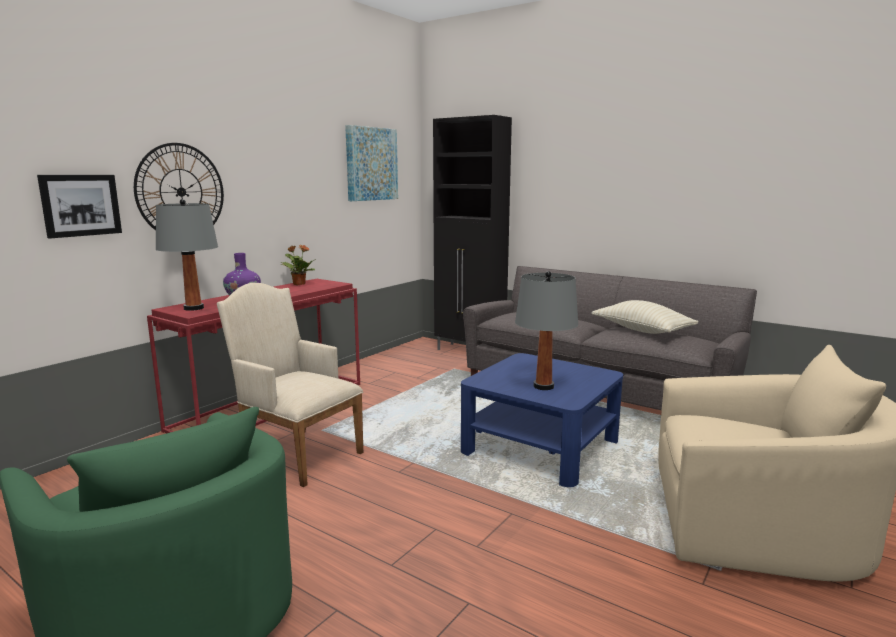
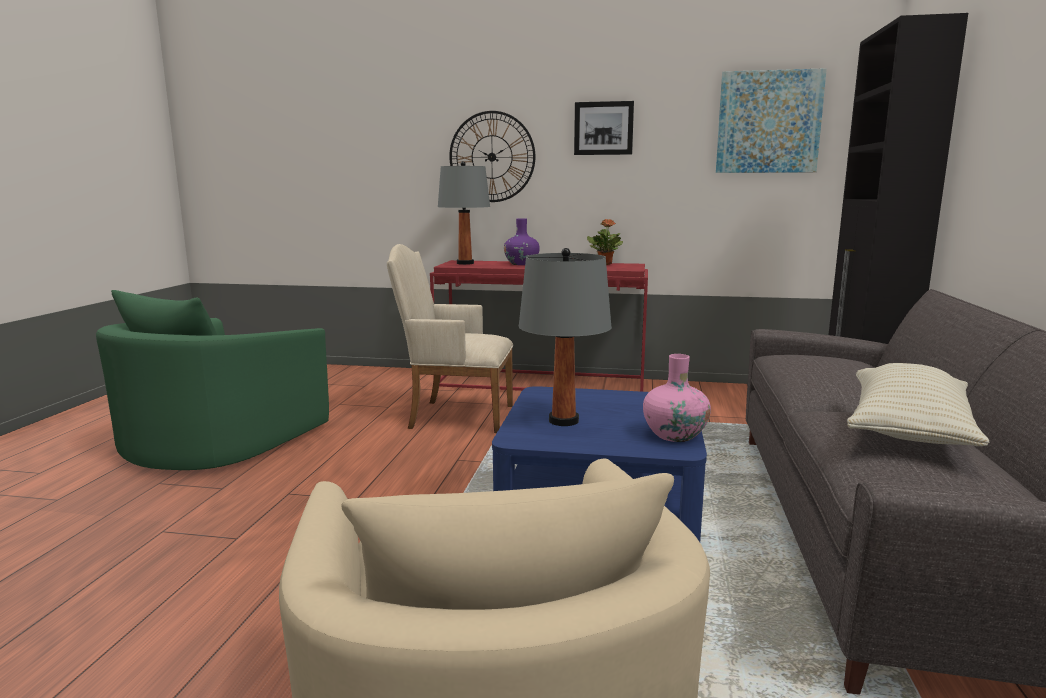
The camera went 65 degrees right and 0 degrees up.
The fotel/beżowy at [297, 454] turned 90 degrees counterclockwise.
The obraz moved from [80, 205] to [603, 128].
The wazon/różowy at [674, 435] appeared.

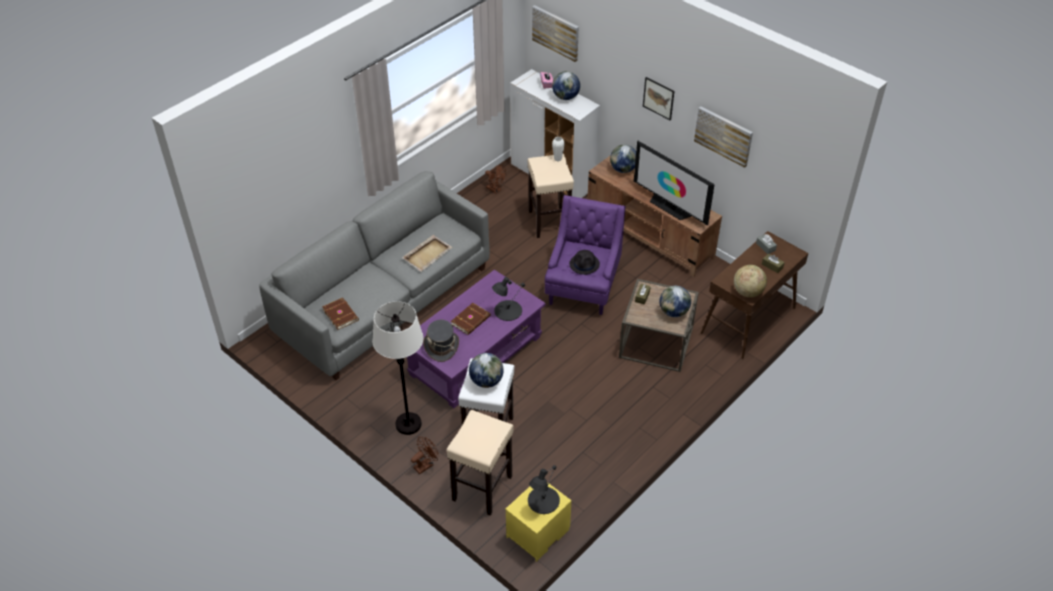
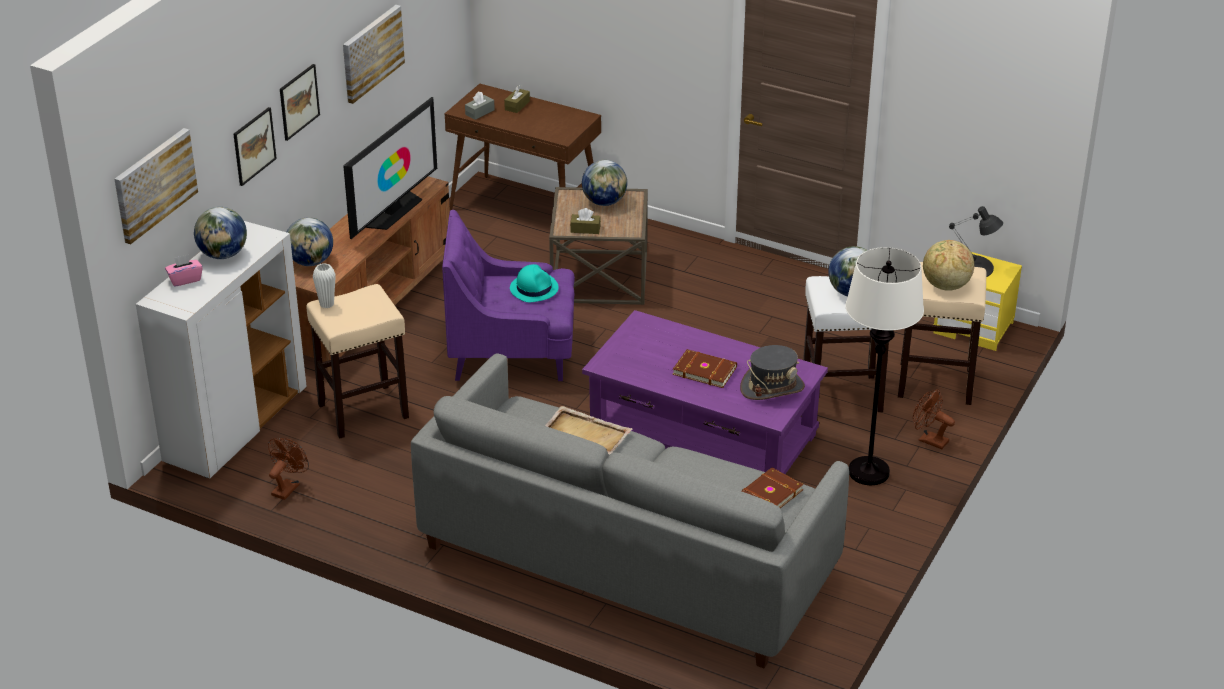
The camera went 105 degrees left and 10 degrees down.
The obraz at [254, 146] appeared.
The kapelusz/czarny at [584, 264] became the kapelusz/turkusowy at [534, 288].
The globus moved from [747, 292] to [945, 286].
The lampa stołowa/czarny at [507, 310] disappeared.

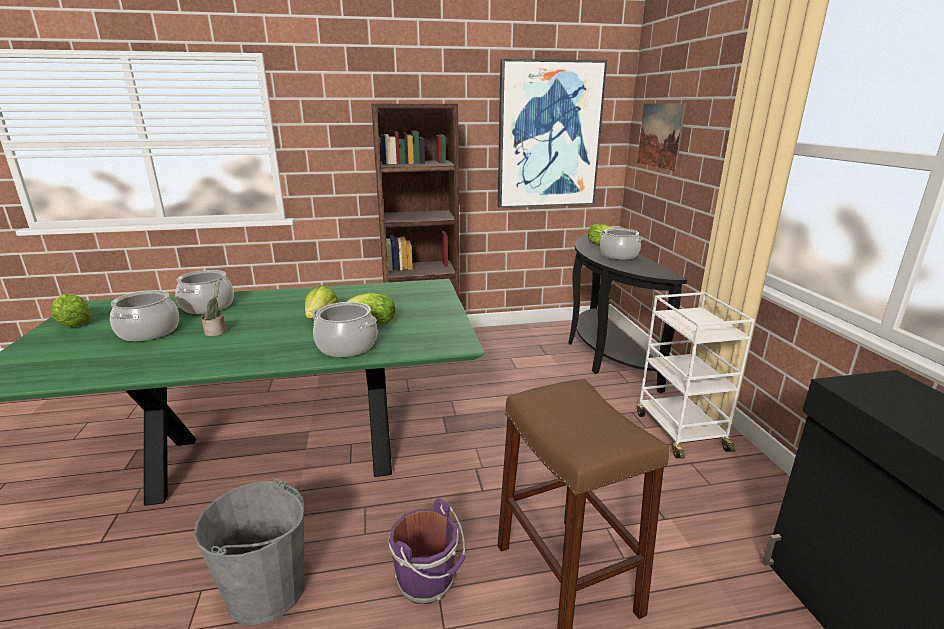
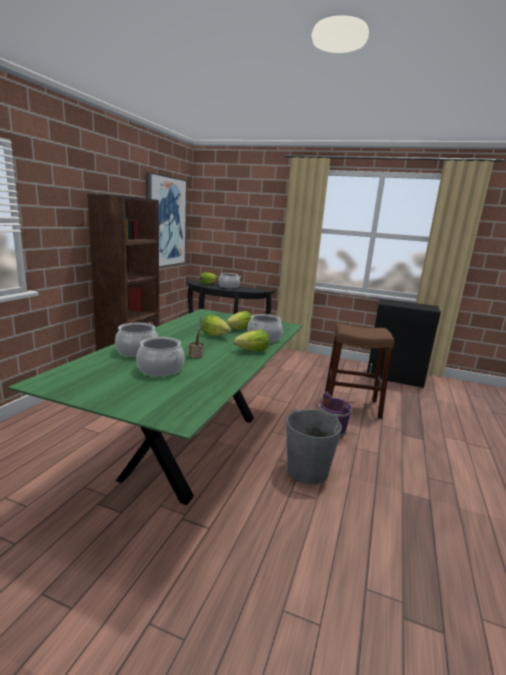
The camera went 60 degrees left and 5 degrees down.
The sałata moved from [73, 323] to [253, 351].
The obraz at [660, 135] disappeared.
The wózek/biały at [679, 431] disappeared.

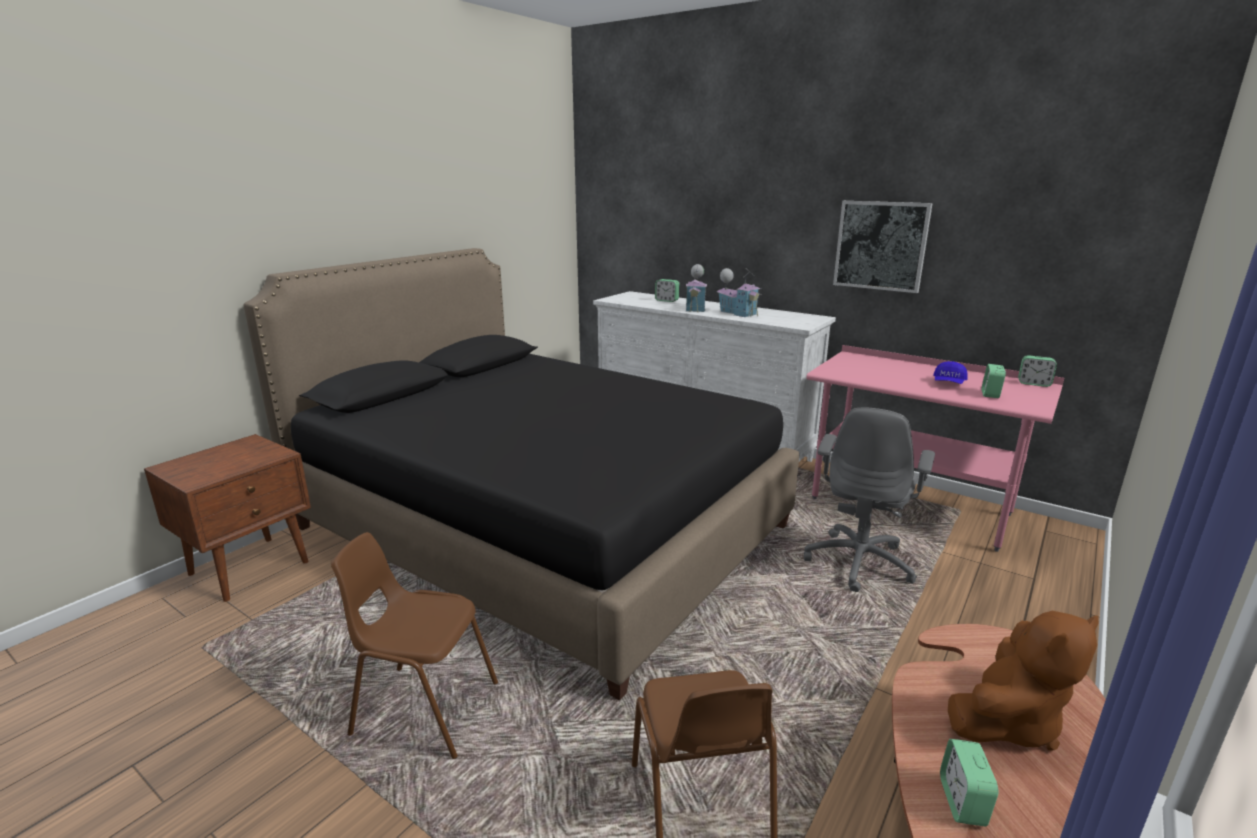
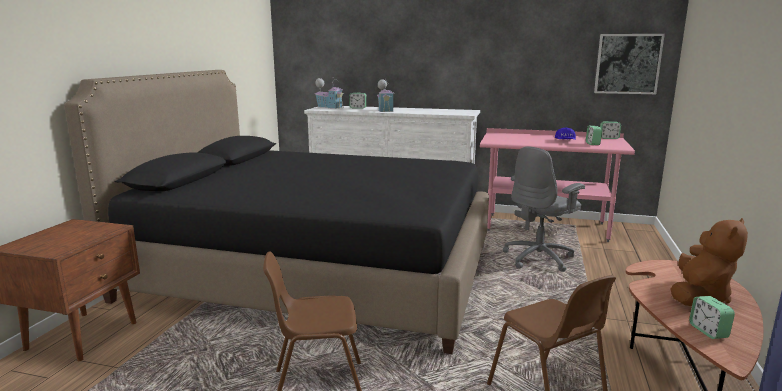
The camera went 20 degrees left and 5 degrees down.
The domek moved from [738, 313] to [330, 107].
The krzesło biurowe/szary at [859, 562] turned 45 degrees clockwise.
The obraz moved from [881, 245] to [627, 64].

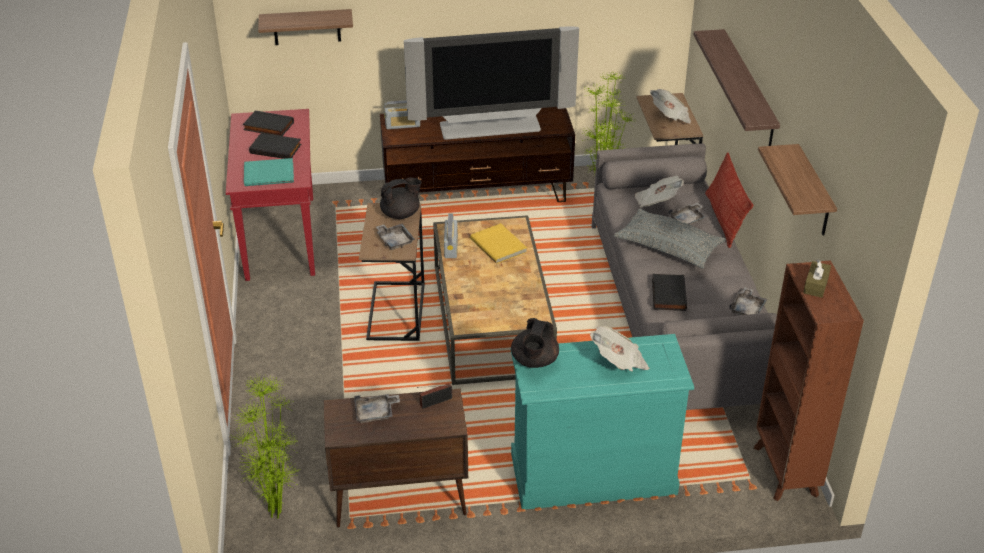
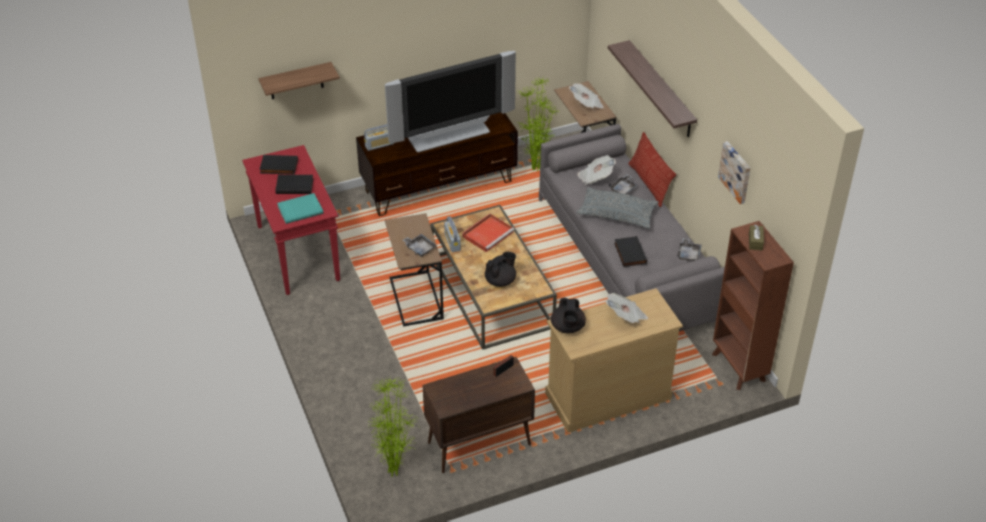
The camera went 15 degrees left and 5 degrees up.
The książka/żółty at [499, 245] was replaced by the taca/czerwony at [488, 234].
The imbryk/czarny moved from [401, 214] to [500, 281].
The komoda/turkusowy at [592, 473] became the komoda/beżowy at [607, 396].
The półka at [814, 193] was replaced by the obraz at [736, 171].
The taca/szary at [375, 413] disappeared.

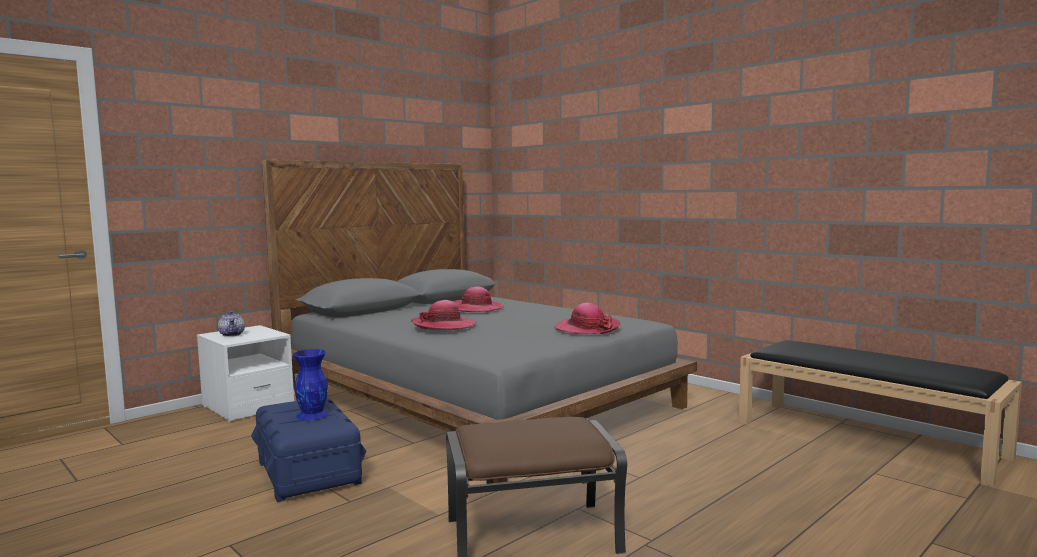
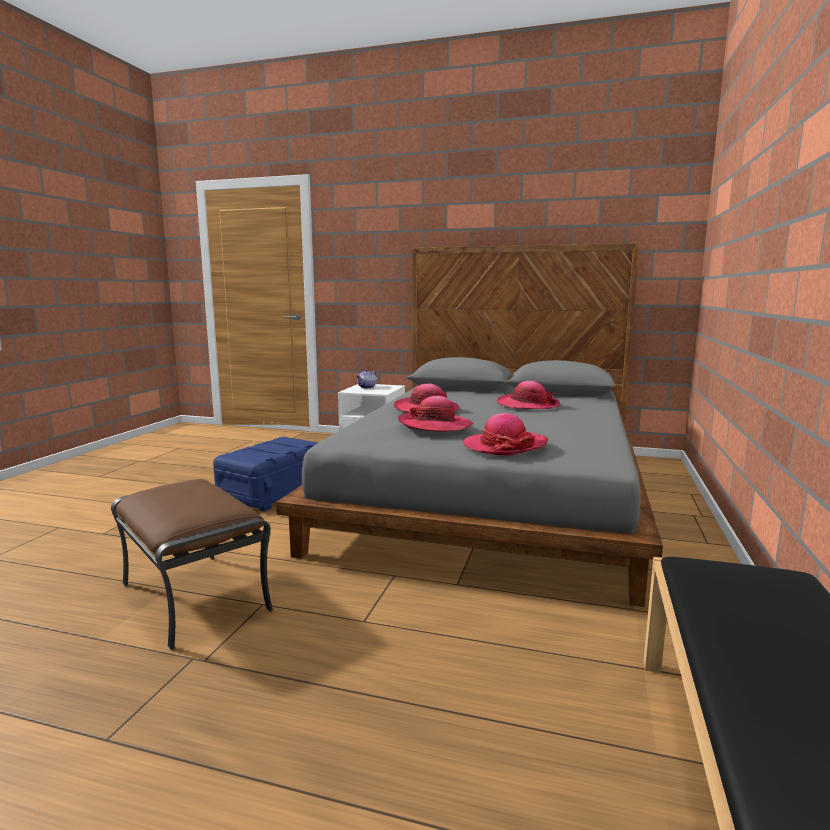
The camera went 60 degrees right and 5 degrees up.
The kapelusz at [435, 425] appeared.
The wazon/niebieski at [313, 414] disappeared.

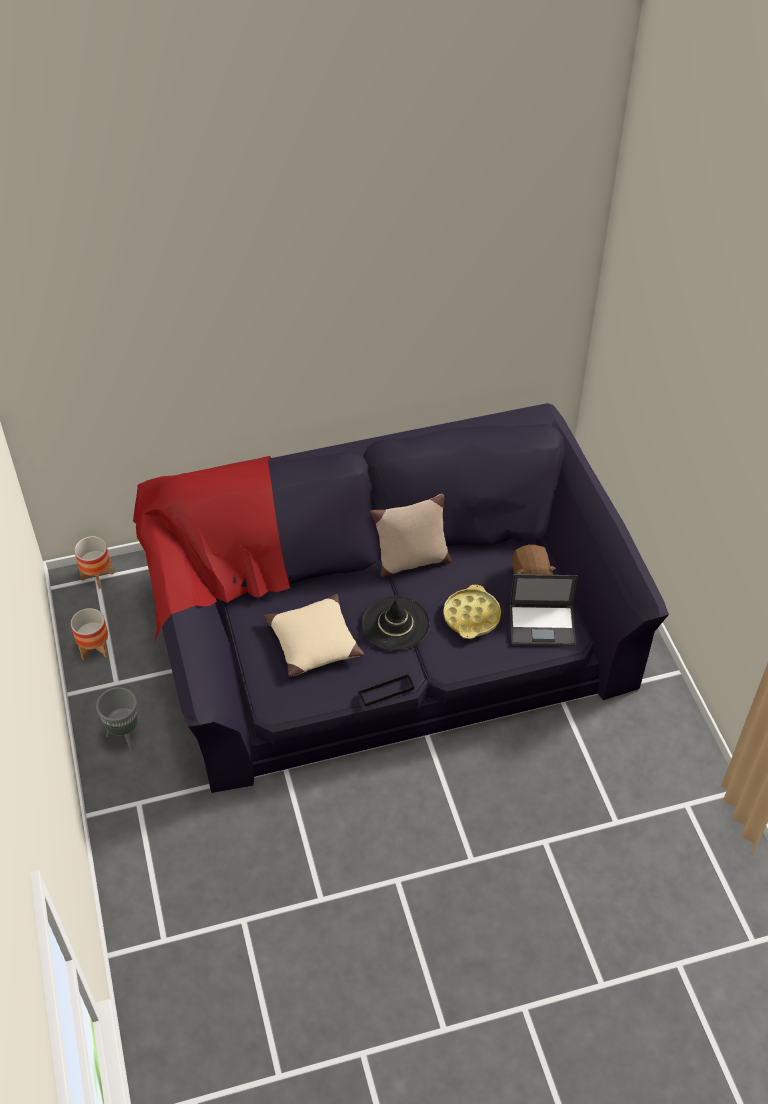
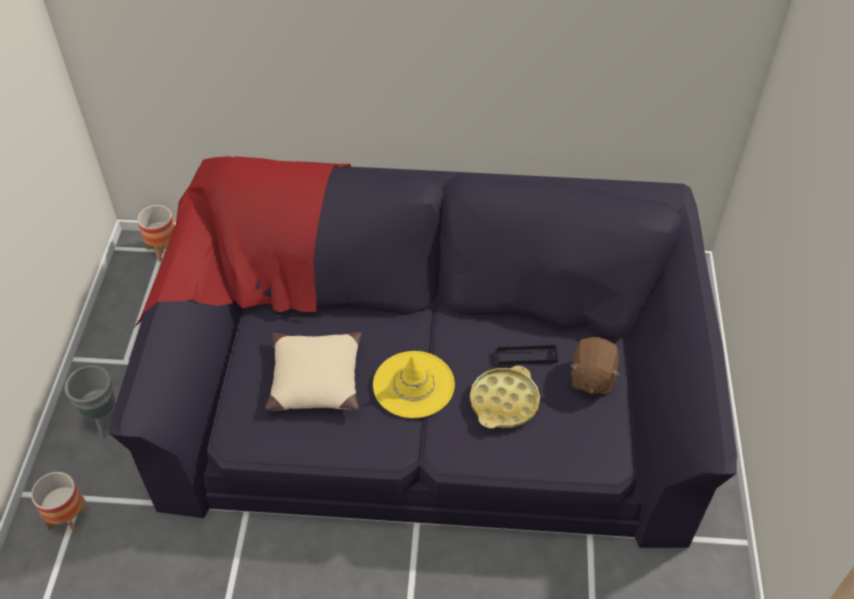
The camera went 20 degrees right and 0 degrees up.
The donica moved from [95, 648] to [69, 518].
The kapelusz/czarny at [395, 623] became the kapelusz/żółty at [413, 385].
The taca/czarny moved from [386, 691] to [526, 356].
The poduszka/beżowy at [411, 561] disappeared.
The laptop at [543, 625] disappeared.

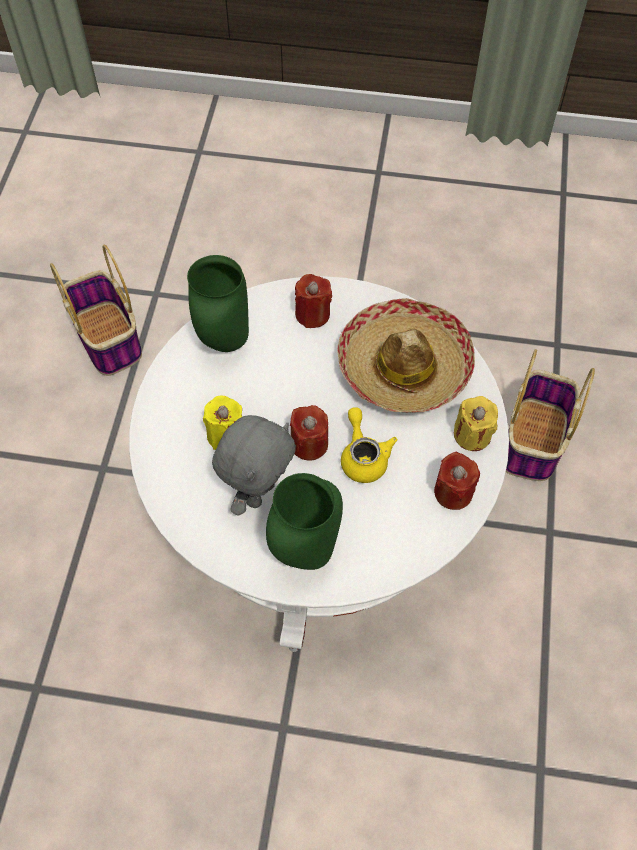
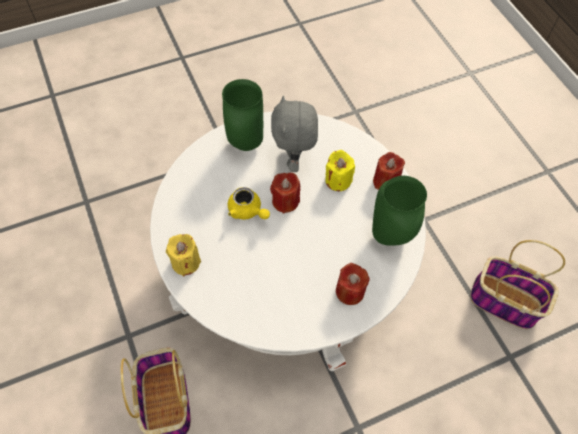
The camera went 145 degrees right and 0 degrees up.
The świeca/czerwony moved from [453, 492] to [385, 181].
The kapelusz at [404, 367] disappeared.

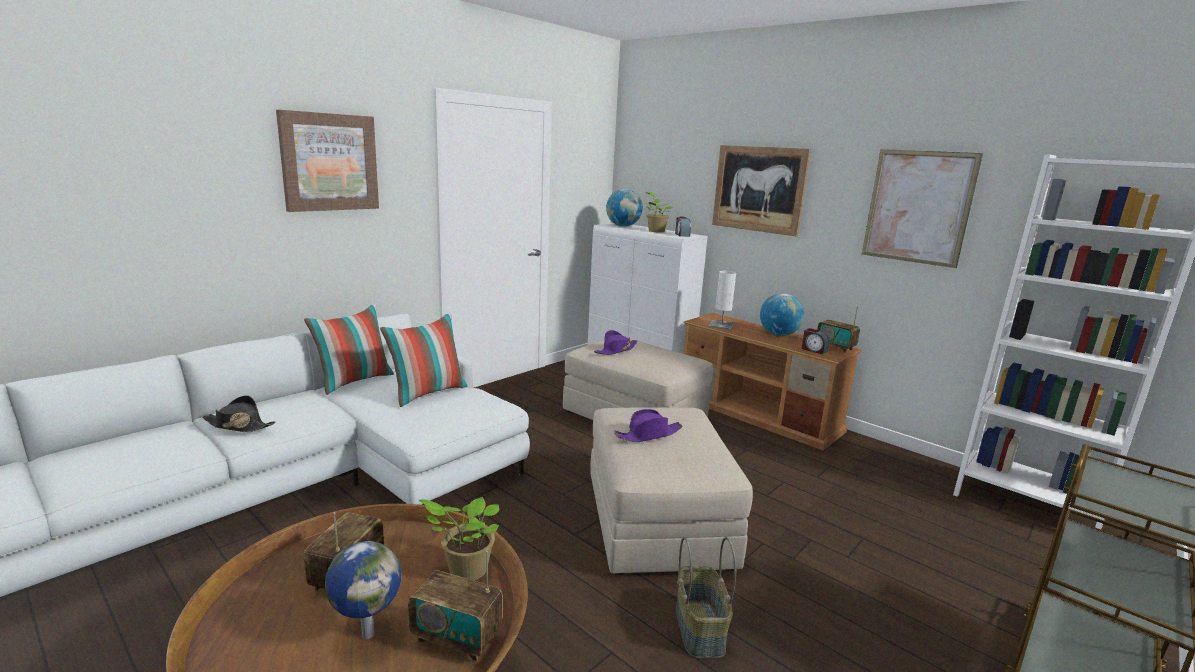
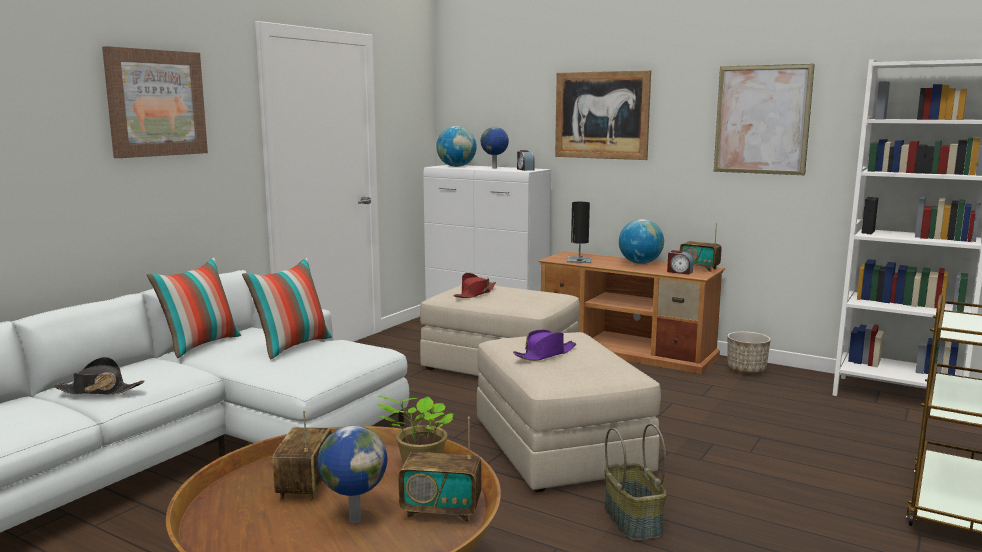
The camera went 10 degrees left and 5 degrees down.
The kapelusz/fioletowy at [616, 350] became the kapelusz/czerwony at [475, 294].
The roślina doniczkowa at [655, 231] was replaced by the globus at [494, 168].
The lampa stołowa/biały at [721, 325] became the lampa stołowa/czarny at [579, 260].
The donica at [746, 370] appeared.

